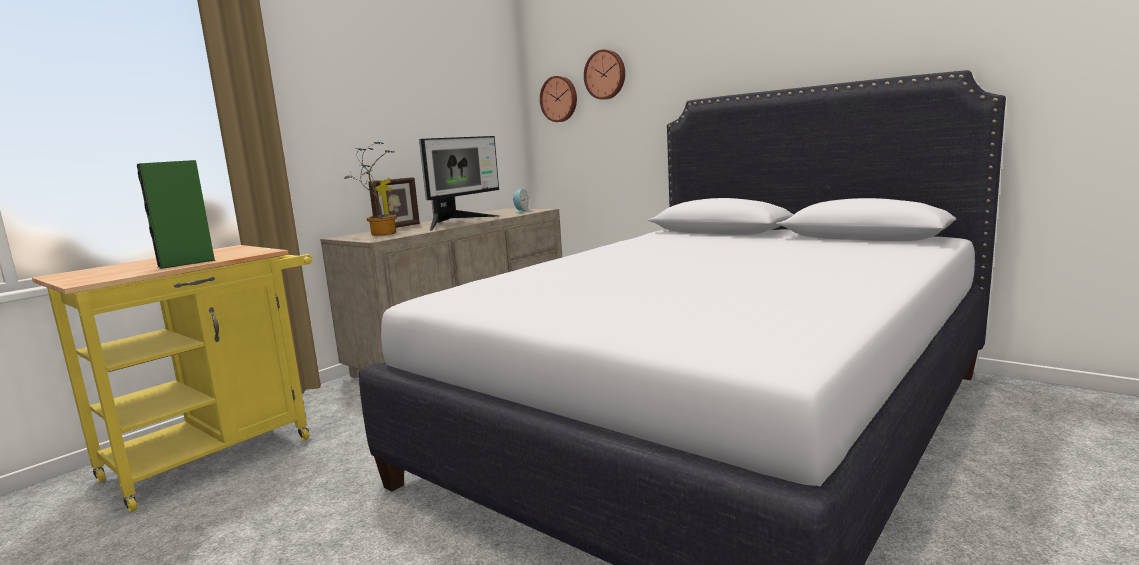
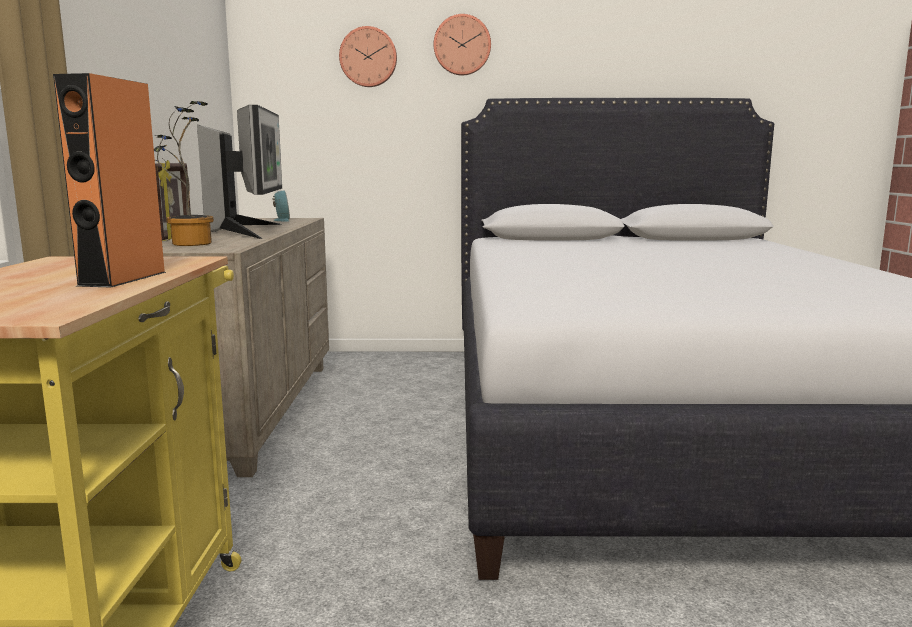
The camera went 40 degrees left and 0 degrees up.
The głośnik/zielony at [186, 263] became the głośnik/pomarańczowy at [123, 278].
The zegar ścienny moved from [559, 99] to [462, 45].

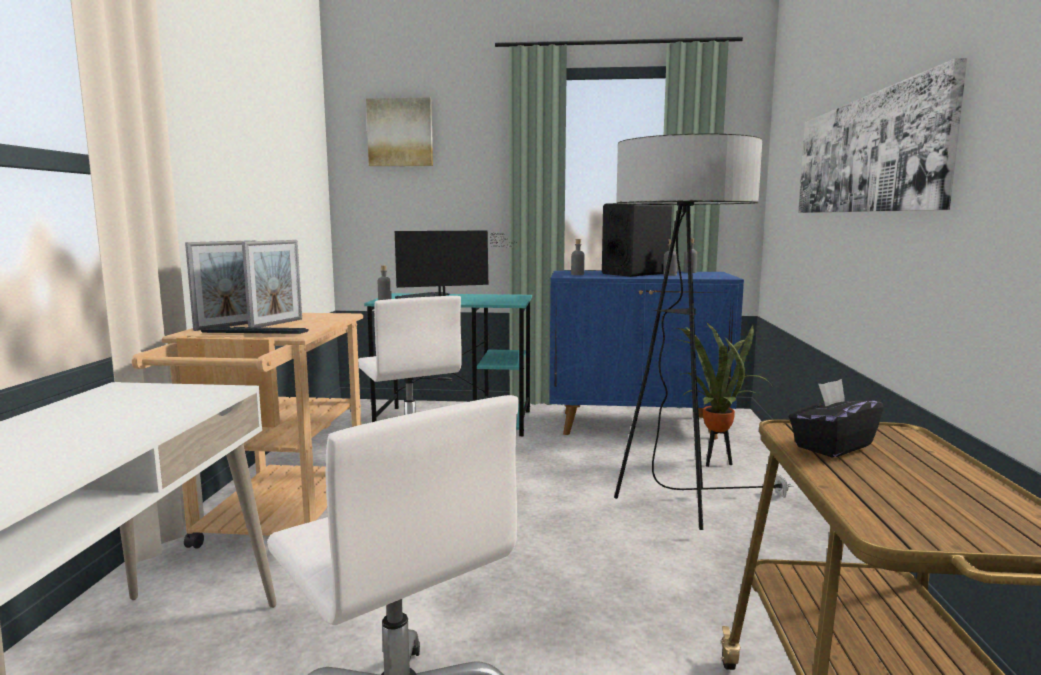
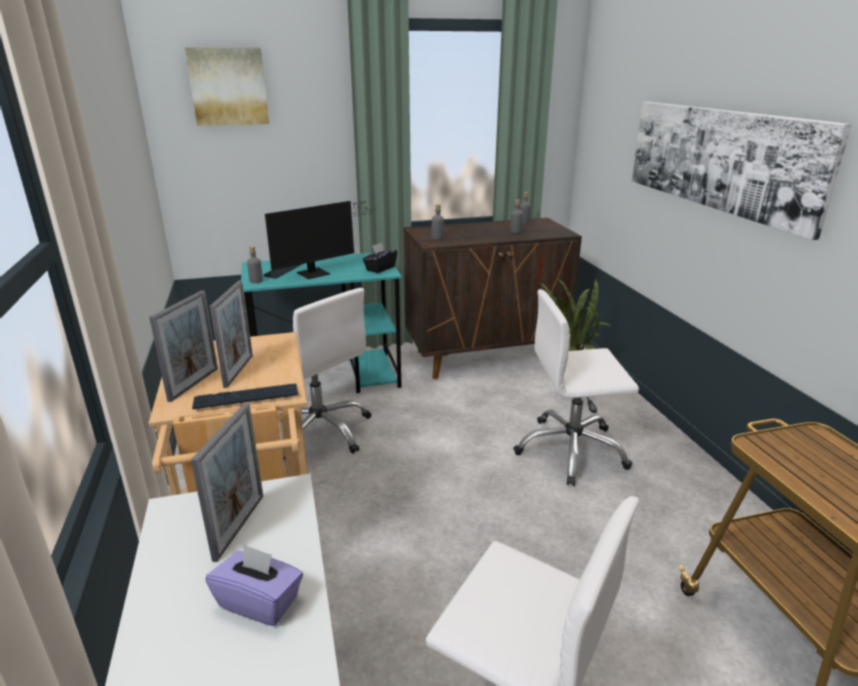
The camera went 20 degrees left and 15 degrees up.
The ramka na zdjęcie at [239, 526] appeared.
The pudełko chusteczek/fioletowy at [259, 602] appeared.
The pudełko chusteczek/czarny moved from [832, 446] to [380, 268].
The szafka/niebieski at [638, 425] became the szafka/brązowy at [485, 357].
The lampa stojąca at [677, 511] was replaced by the krzesło biurowe/biały at [571, 450].
The głośnik/czarny at [635, 273] disappeared.

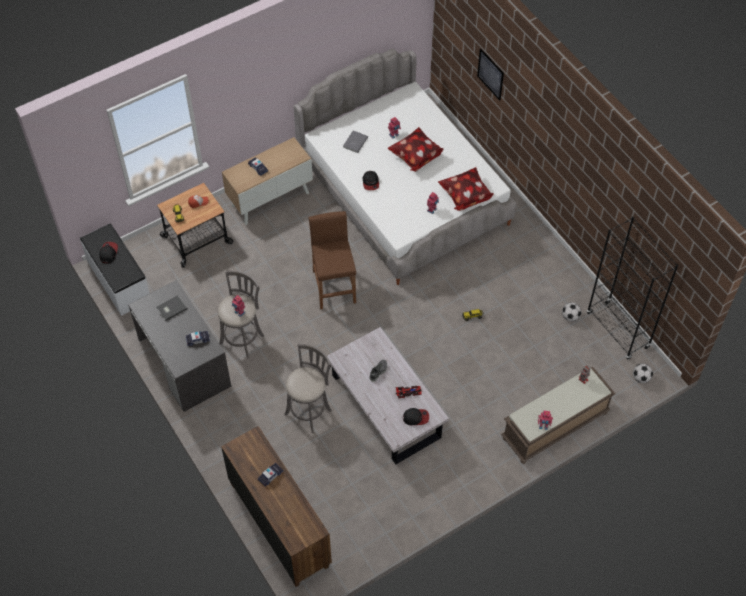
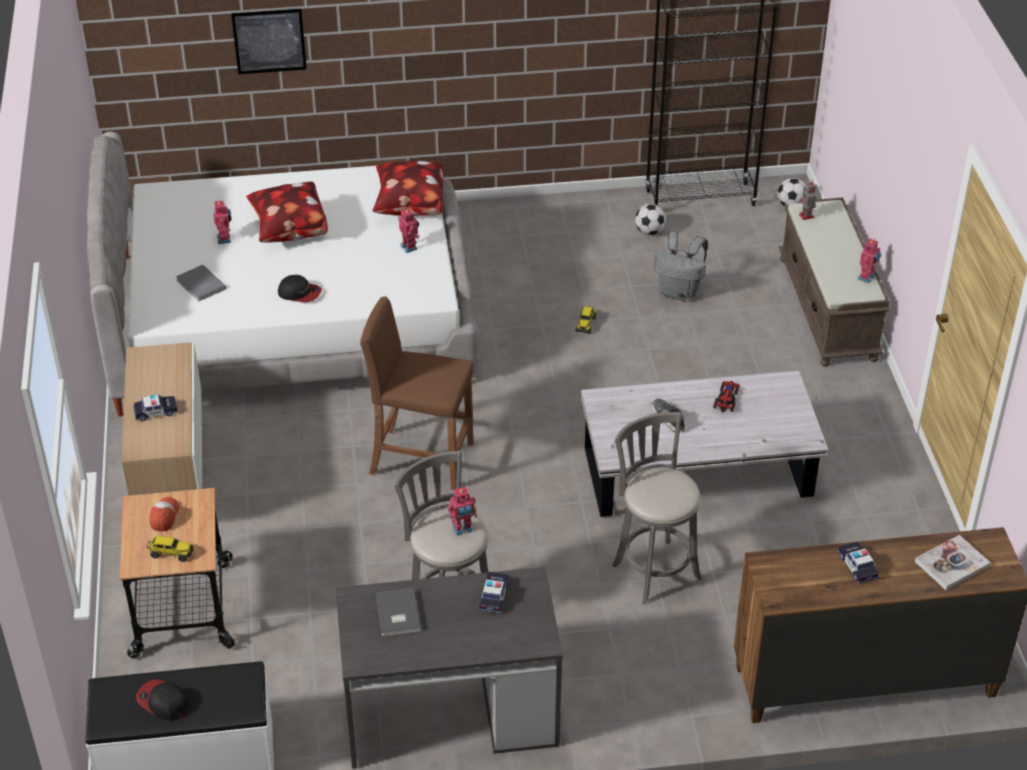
The camera went 65 degrees left and 15 degrees down.
The plecak/szary at [680, 293] appeared.
The książka at [952, 564] appeared.
The czapka z daszkiem at [416, 417] disappeared.

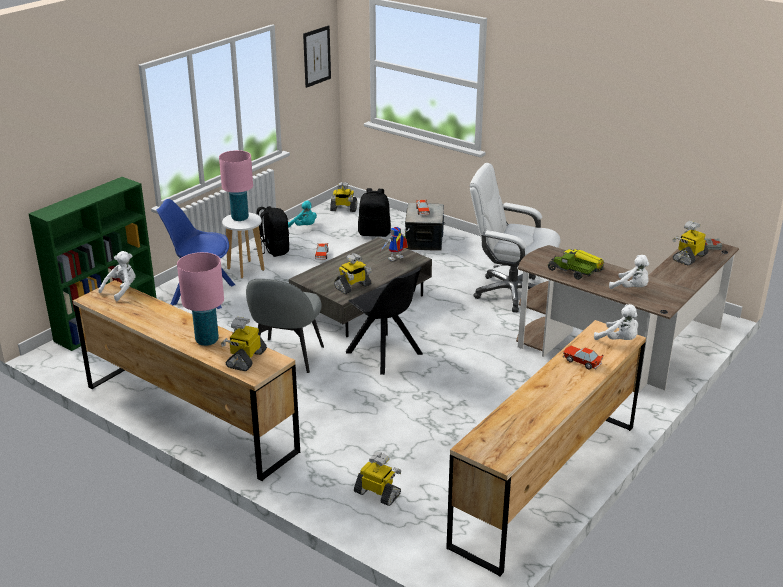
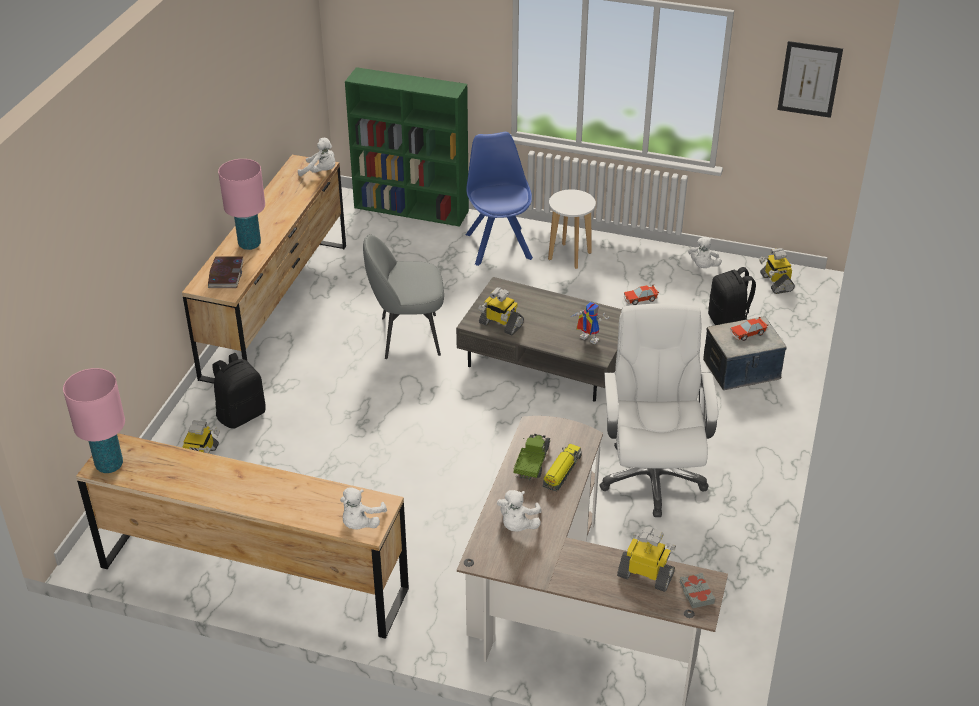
The camera went 70 degrees right and 10 degrees up.
The lampa stołowa/różowy moved from [240, 218] to [109, 465].
The robot zabawkowy at [246, 359] was replaced by the książka at [225, 274].
The plecak/czarny moved from [274, 250] to [241, 415].
The pluszak/turkusowy at [304, 226] became the pluszak/biały at [703, 266].
The krzesło/czarny at [385, 354] disappeared.
The samochodzik at [581, 361] disappeared.

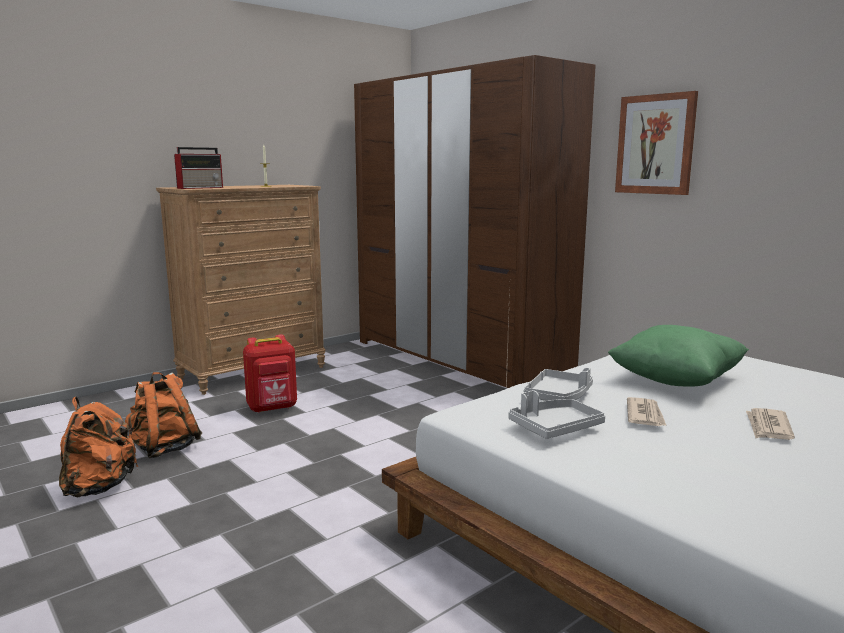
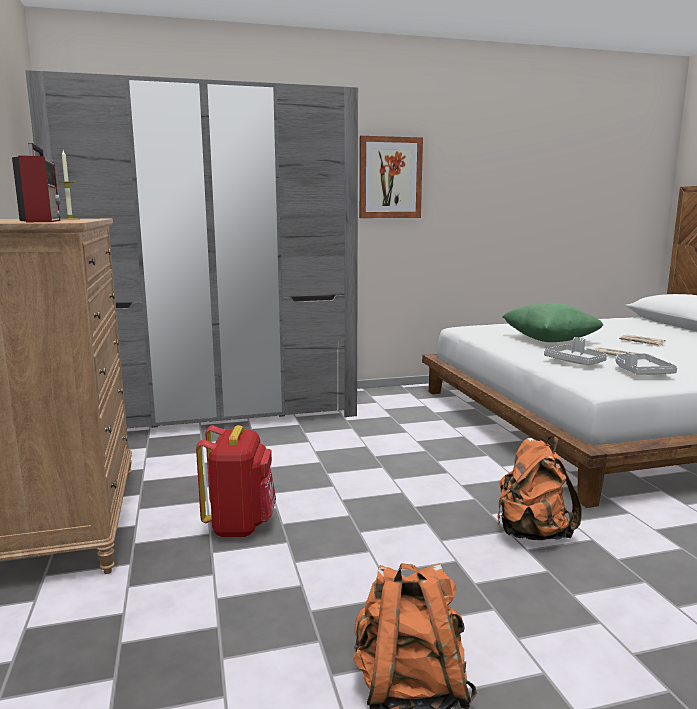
The camera went 65 degrees left and 0 degrees up.
The szafa/brązowy at [457, 360] became the szafa/szary at [218, 414].
The plecak/pomarańczowy moved from [164, 449] to [532, 533].

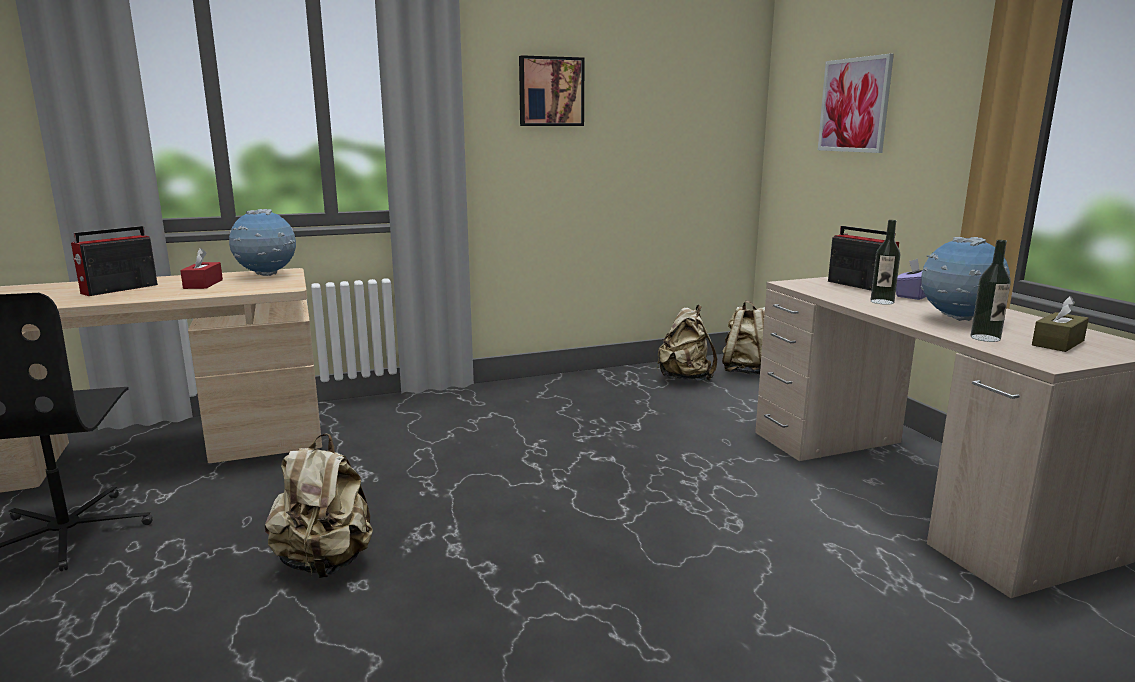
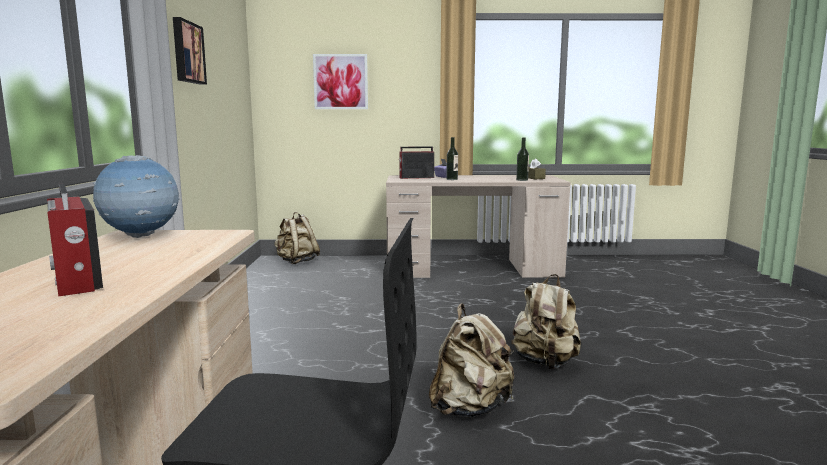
The camera went 70 degrees left and 5 degrees down.
The plecak/beżowy moved from [685, 378] to [545, 363].
The pudełko chusteczek/czerwony at [203, 284] disappeared.
The globus at [958, 320] disappeared.

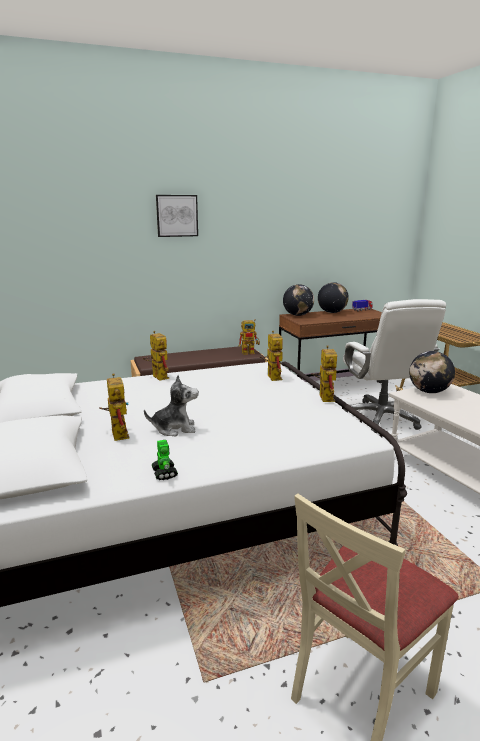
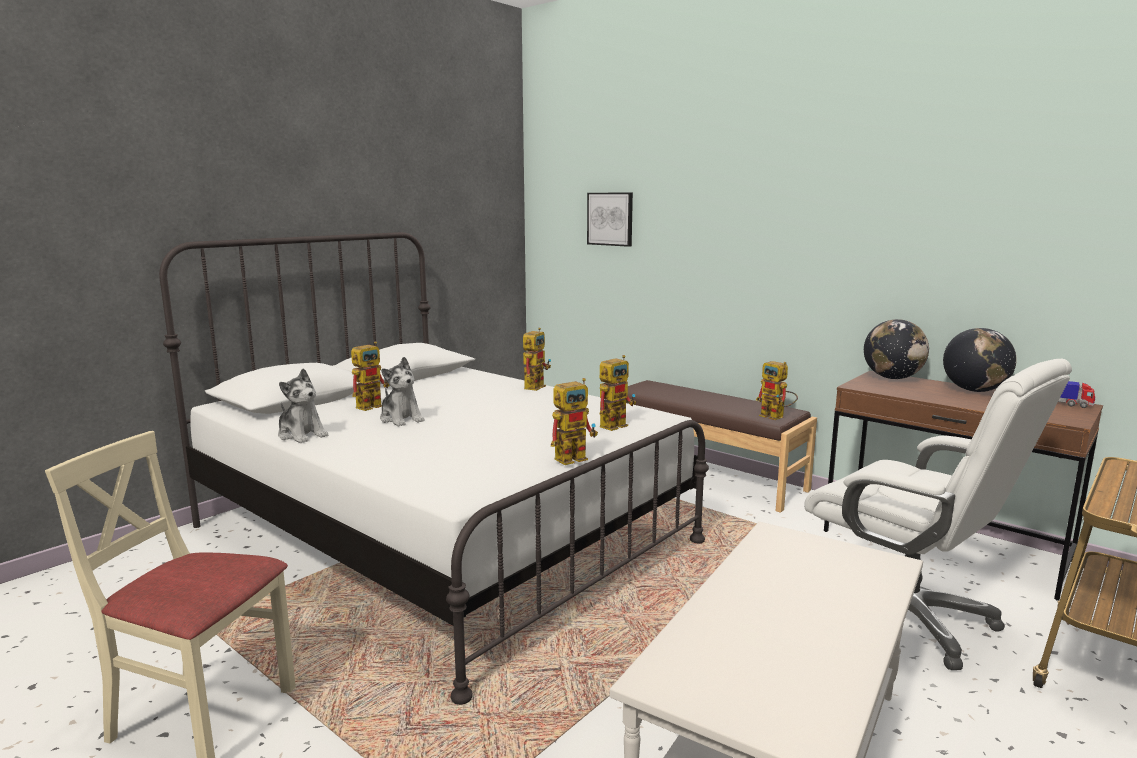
The camera went 60 degrees right and 5 degrees down.
The robot zabawkowy at [164, 473] was replaced by the pluszak at [302, 435].
The obraz moved from [177, 216] to [610, 219].
The krzesło biurowe/biały at [381, 417] turned 90 degrees counterclockwise.
The globus at [428, 391] disappeared.

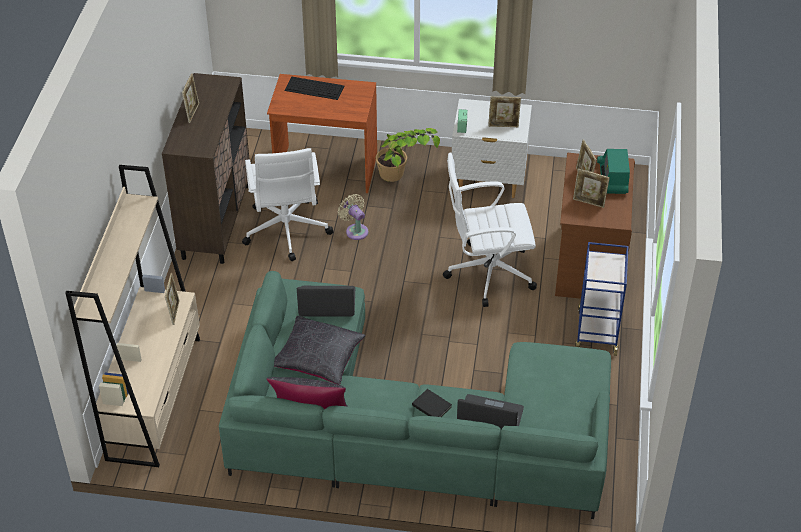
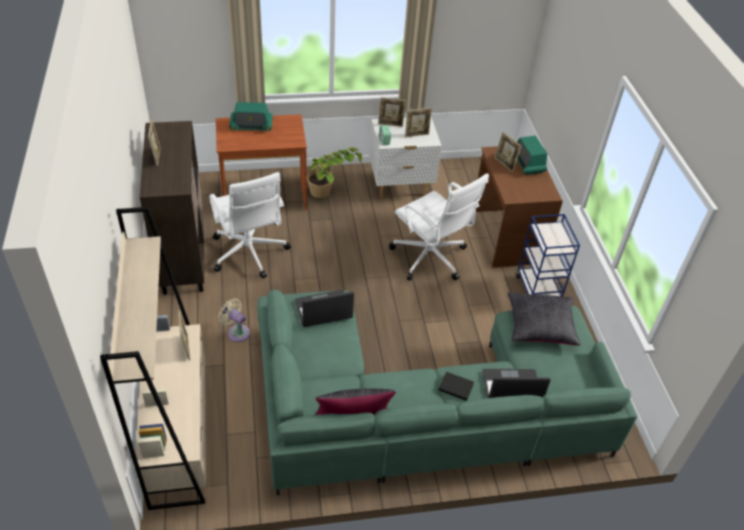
The camera went 20 degrees left and 0 degrees up.
The wentylator/beżowy moved from [355, 230] to [237, 332].
The klawiatura at [315, 88] was replaced by the radio at [251, 125].
The ramka na zdjęcie moved from [589, 202] to [390, 124].
The krzesło biurowe/biały at [487, 273] turned 105 degrees counterclockwise.
The poduszka/czarny moved from [318, 358] to [540, 326].

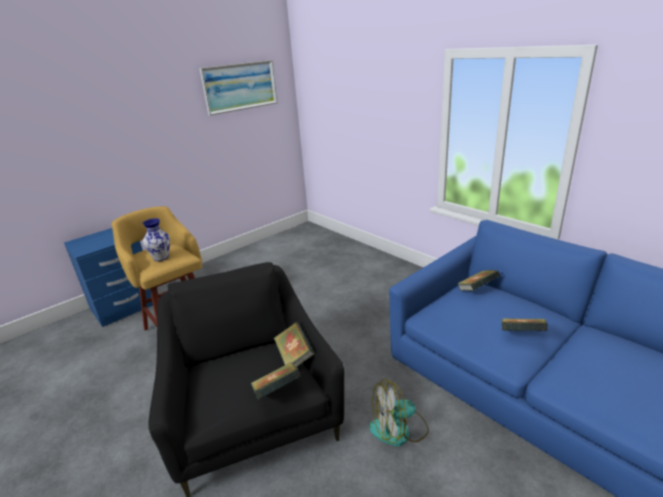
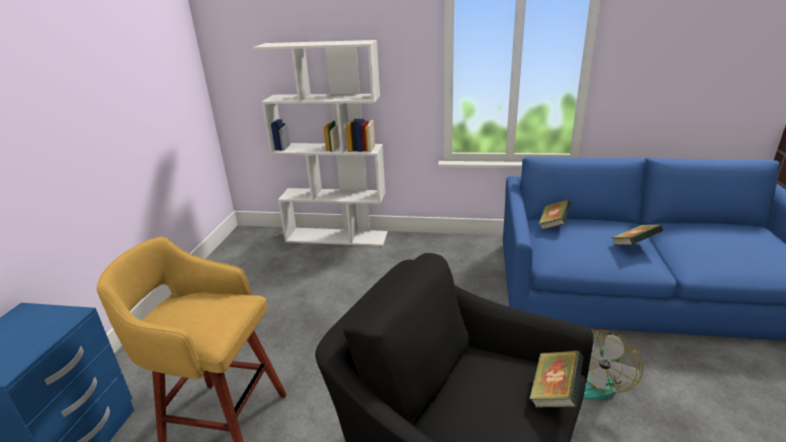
The camera went 40 degrees left and 0 degrees up.
The regał/biały at [337, 237] appeared.
The wazon at [161, 257] disappeared.
The obraz at [240, 86] disappeared.
The książka at [294, 356] disappeared.

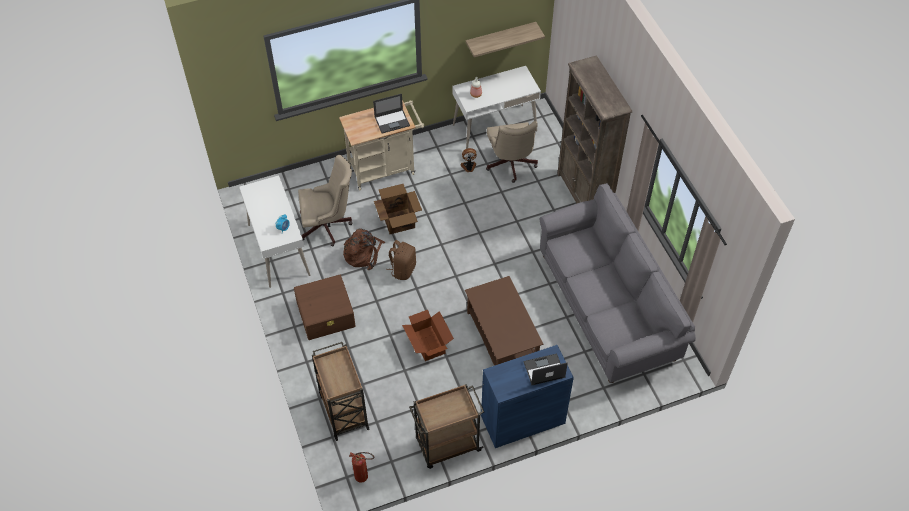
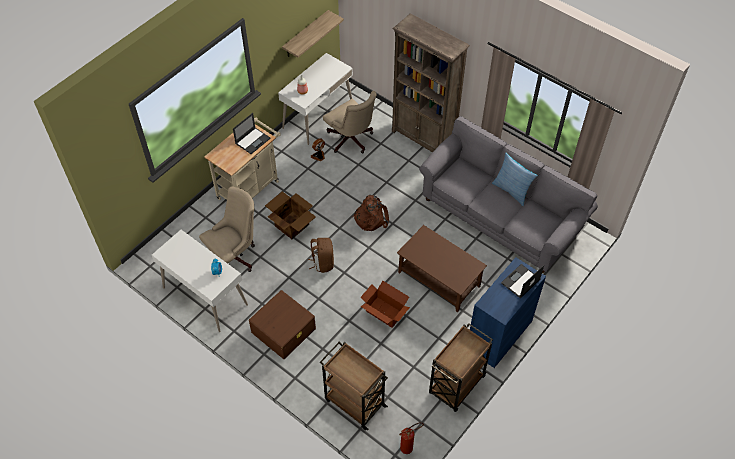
The camera went 30 degrees left and 0 degrees up.
The plecak/brązowy moved from [363, 254] to [371, 217].
The poduszka at [512, 190] appeared.

